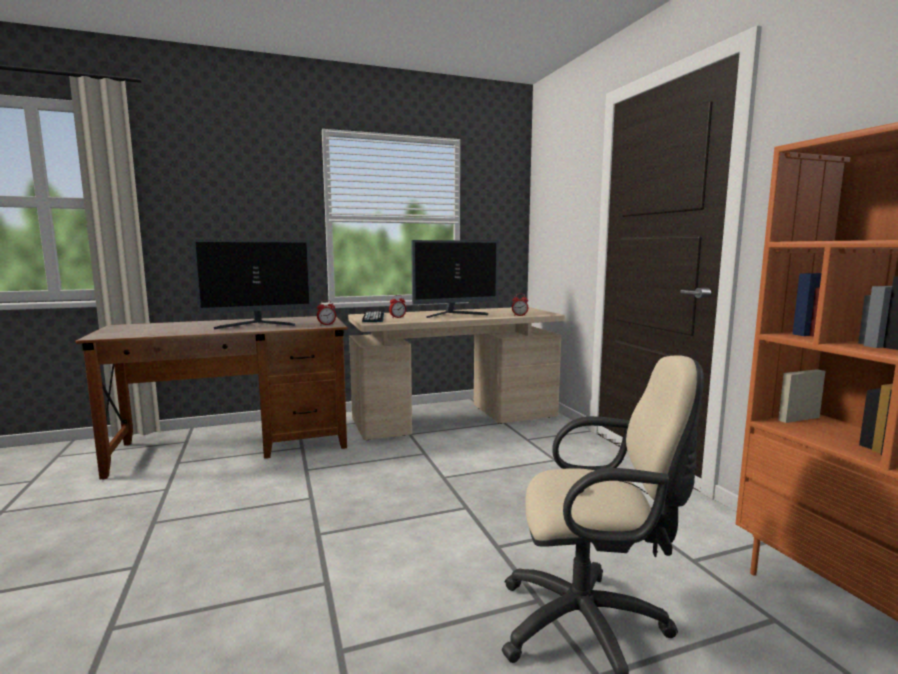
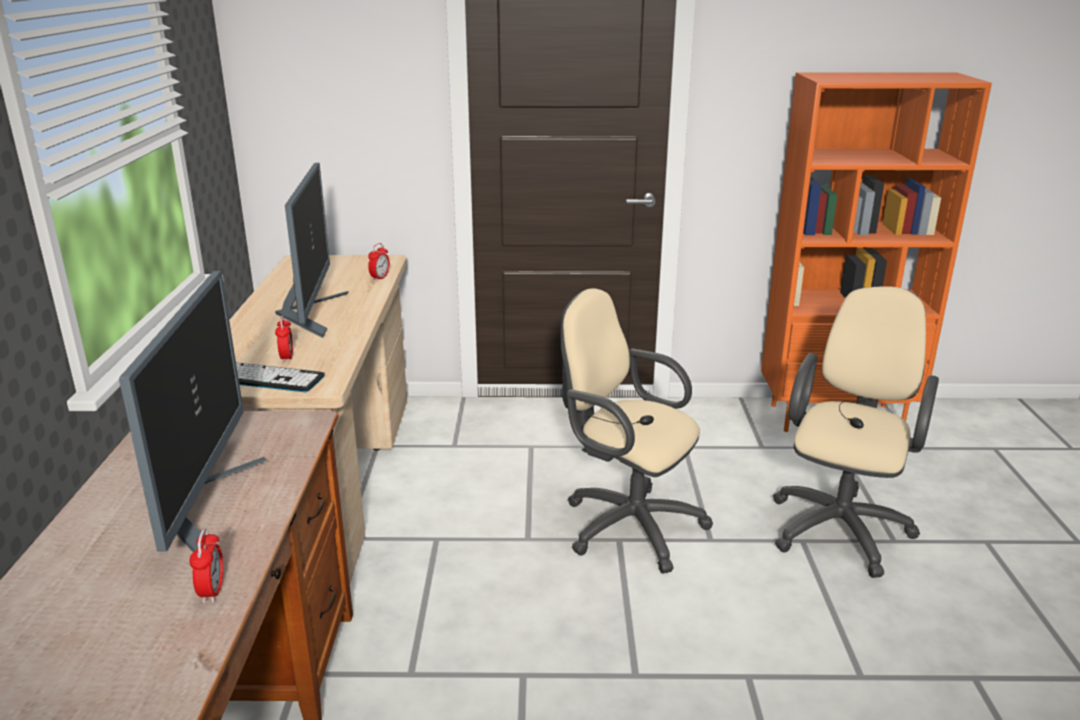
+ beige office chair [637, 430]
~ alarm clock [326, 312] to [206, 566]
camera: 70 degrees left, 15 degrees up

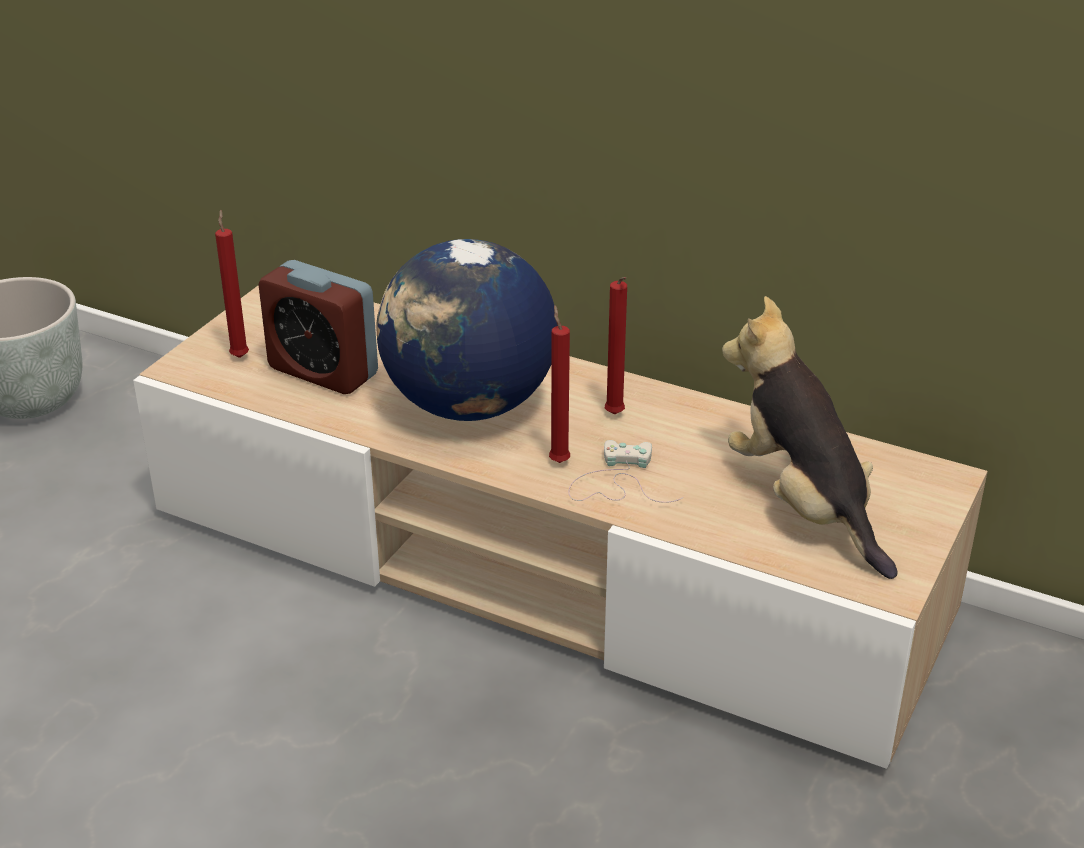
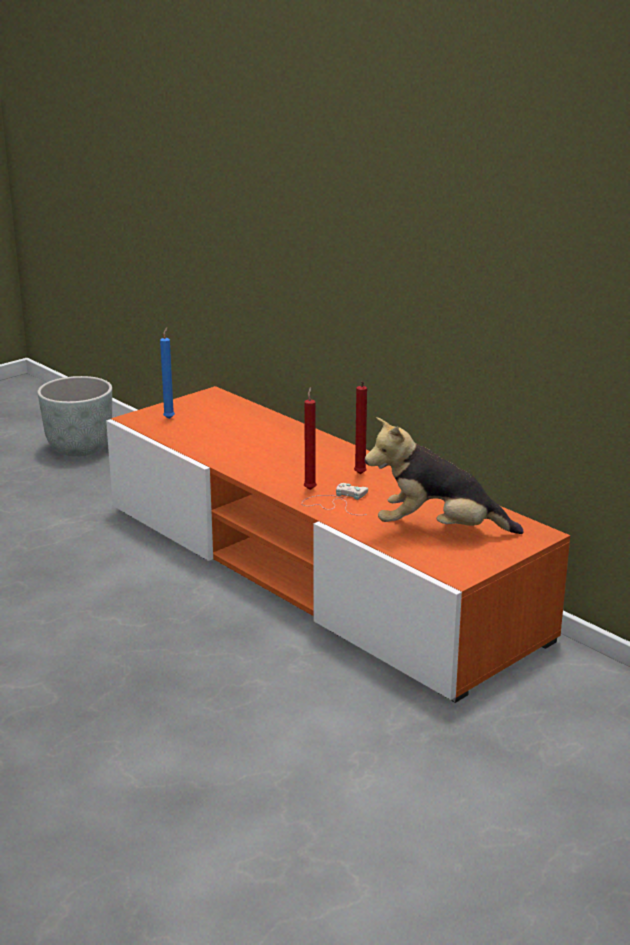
- alarm clock [318, 327]
- globe [467, 330]
~ beige tv stand [560, 527] to orange tv stand [338, 544]
~ red candle [232, 284] to blue candle [167, 373]
~ plush toy [809, 437] = [444, 475] 75 degrees counterclockwise
camera: 20 degrees right, 10 degrees down

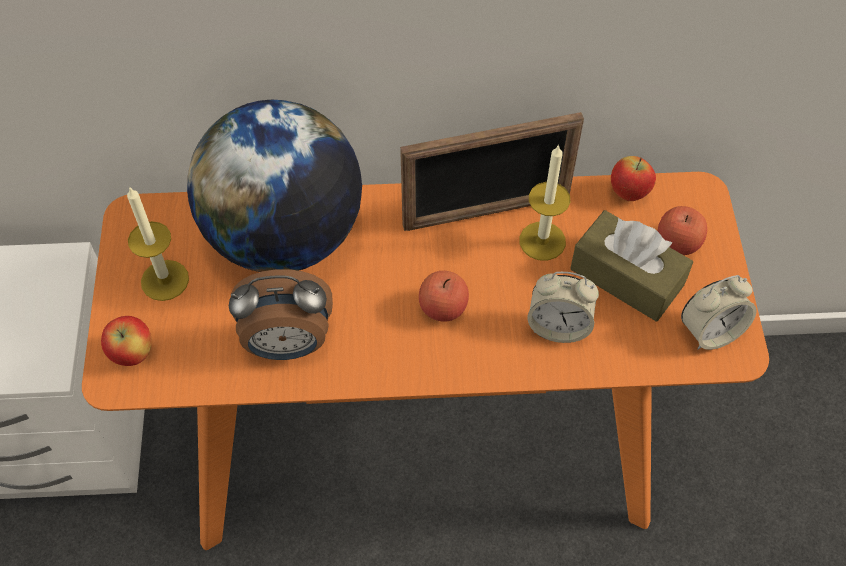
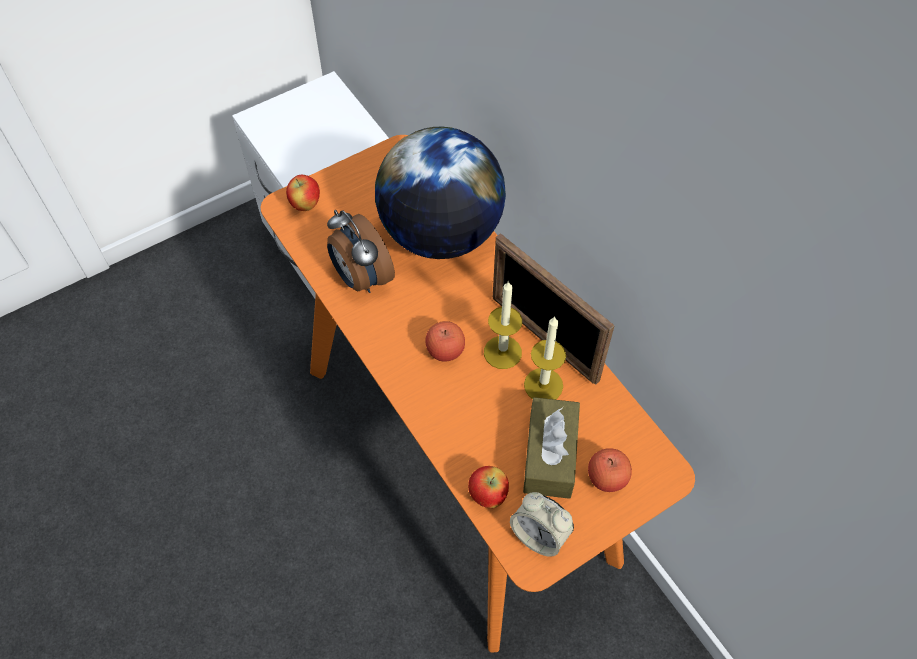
- alarm clock [563, 307]
~ candle [158, 243] to [503, 324]
~ apple [633, 178] to [488, 487]
camera: 60 degrees right, 0 degrees up

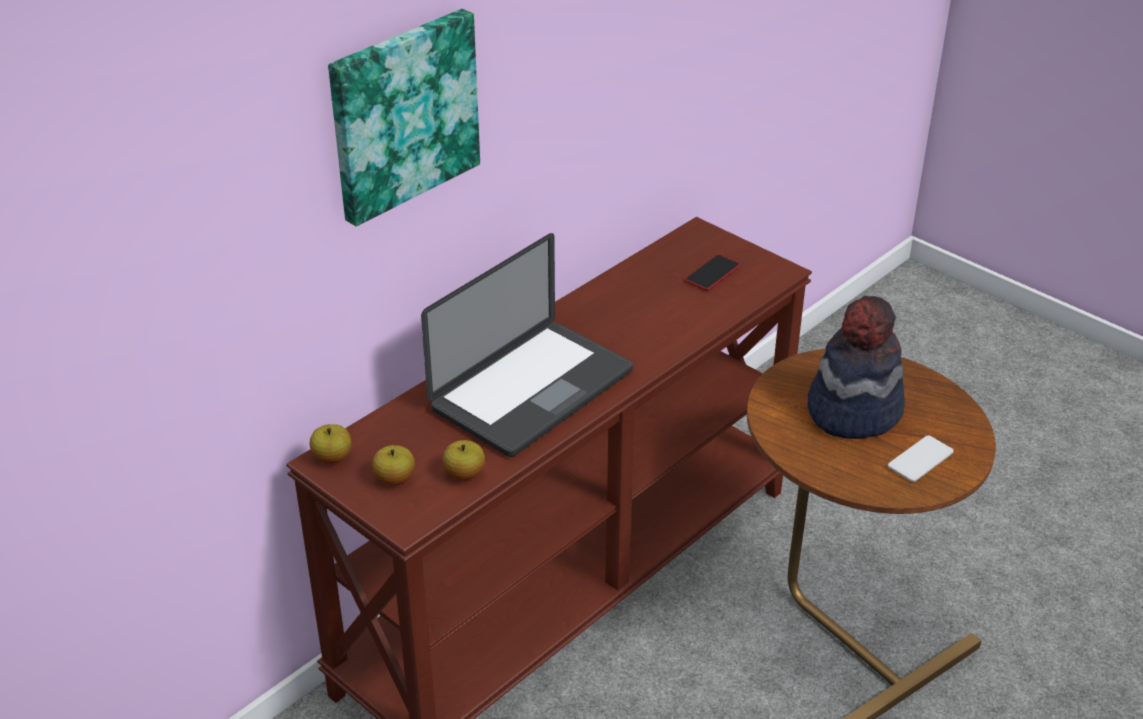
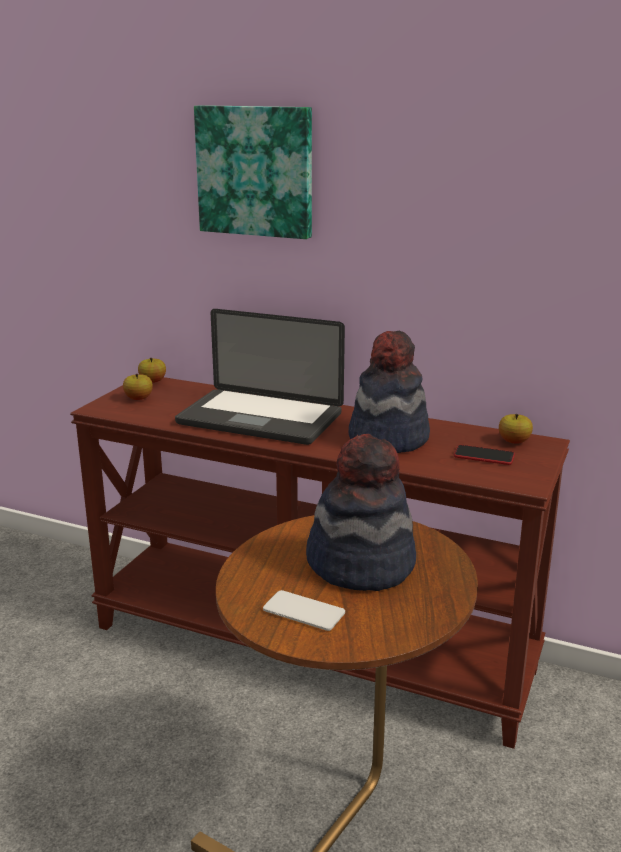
+ hat [389, 392]
~ apple [464, 460] to [516, 429]
camera: 70 degrees right, 15 degrees down

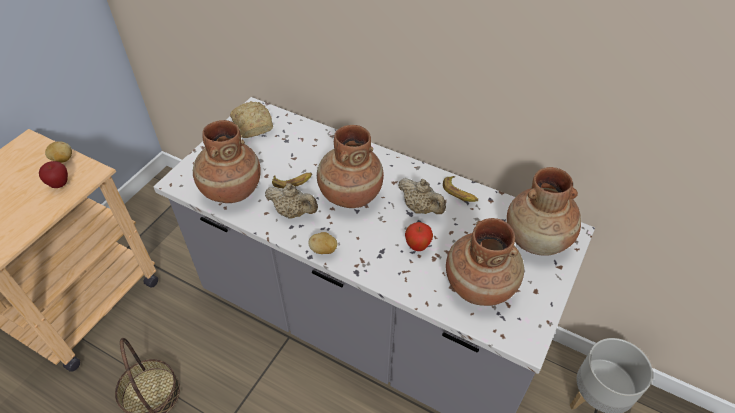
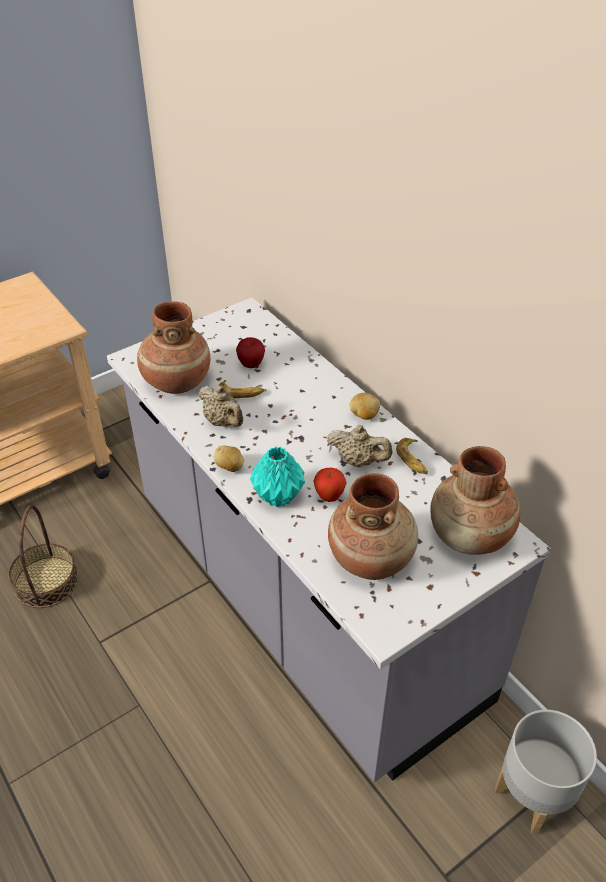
- bread [251, 119]
- brown vase [350, 166]
+ turquoise vase [277, 476]
~ apple [53, 174] to [250, 352]
~ potato [58, 152] to [365, 406]
~ beige teapot [422, 196] = [360, 446] 45 degrees counterclockwise
camera: 25 degrees right, 5 degrees down

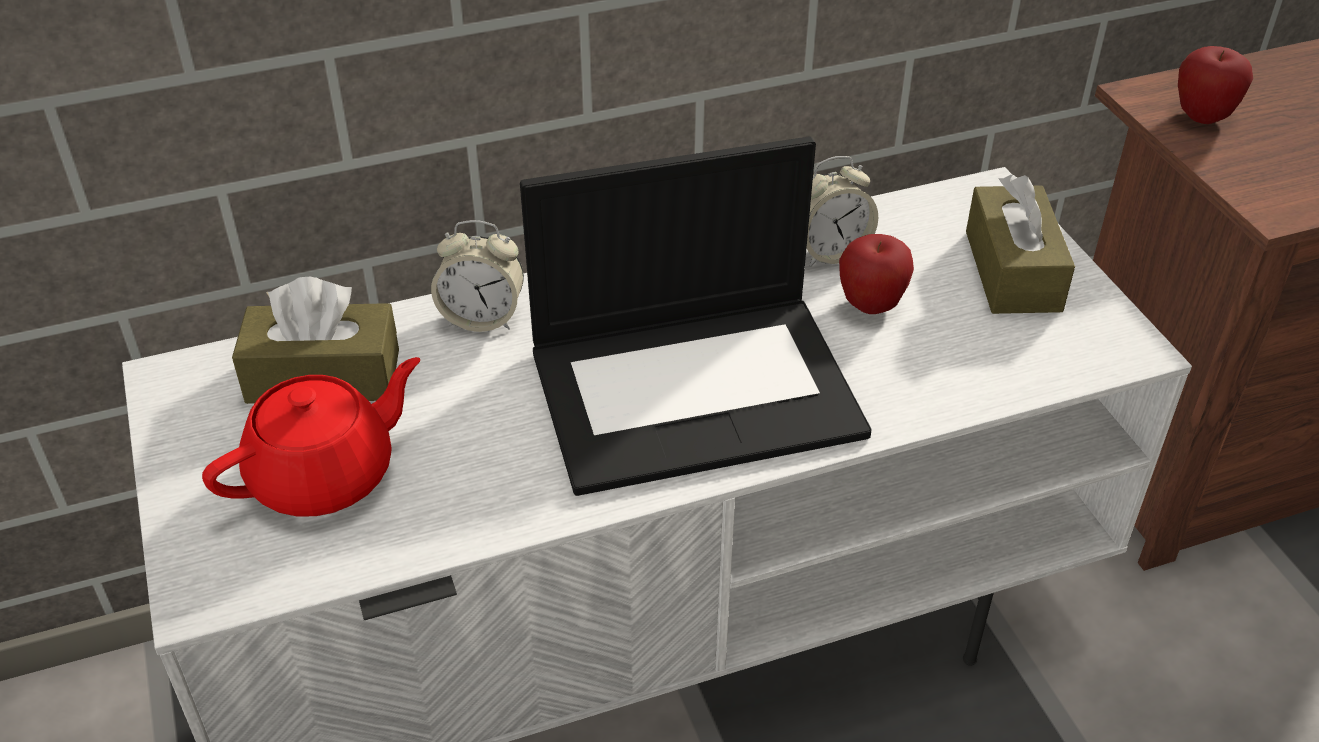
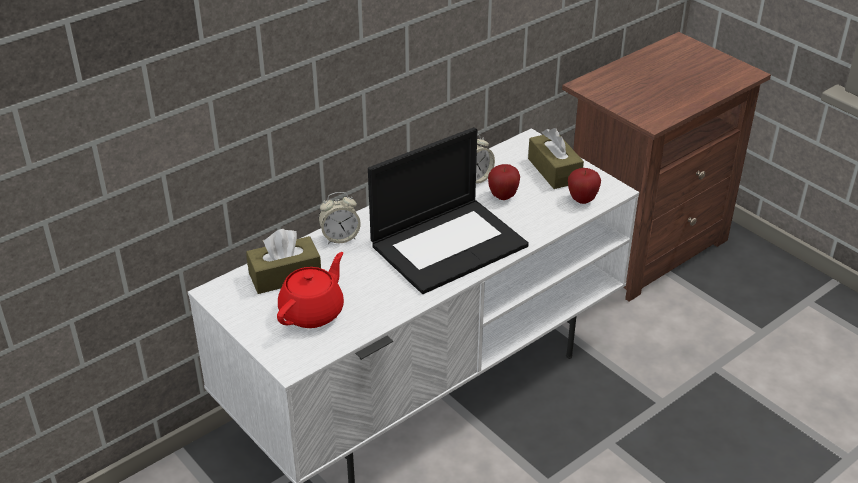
~ apple [1215, 85] to [584, 186]
camera: 20 degrees left, 5 degrees down

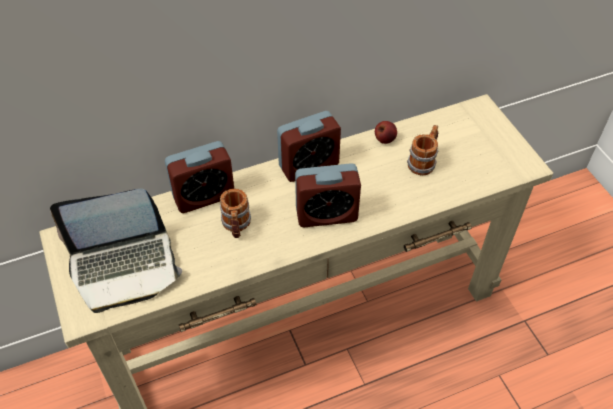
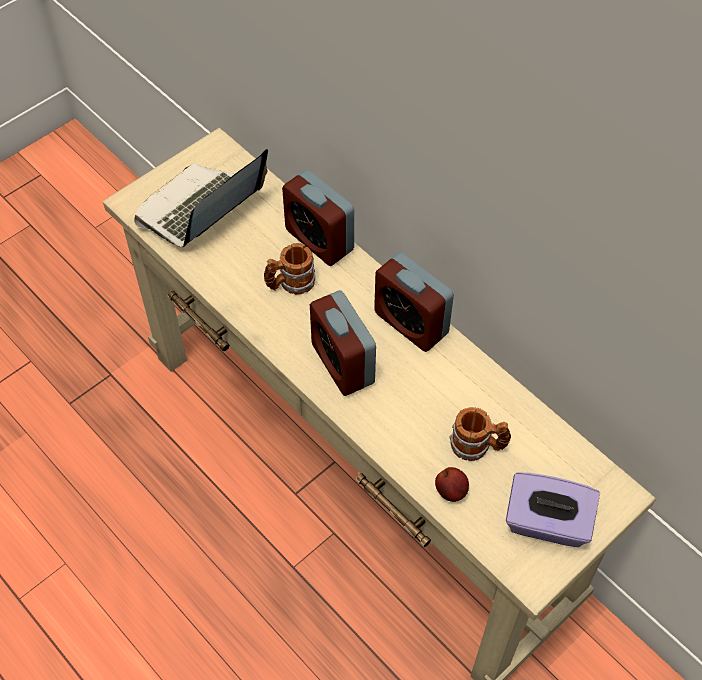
+ purple tissue box [553, 509]
~ apple [386, 132] to [452, 484]
~ laptop [116, 251] = [201, 198] 75 degrees clockwise
camera: 70 degrees right, 5 degrees up

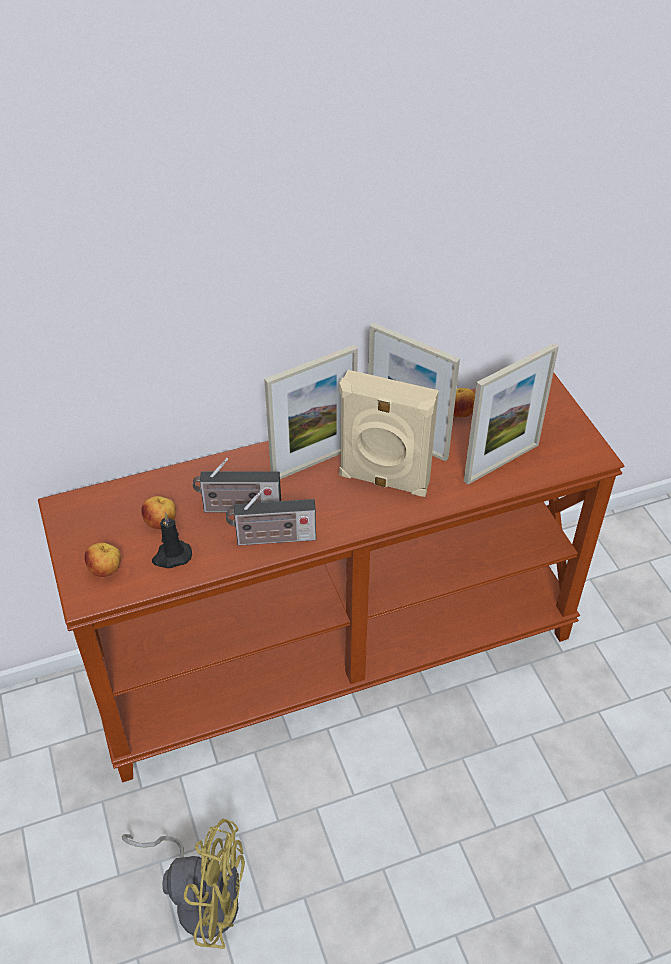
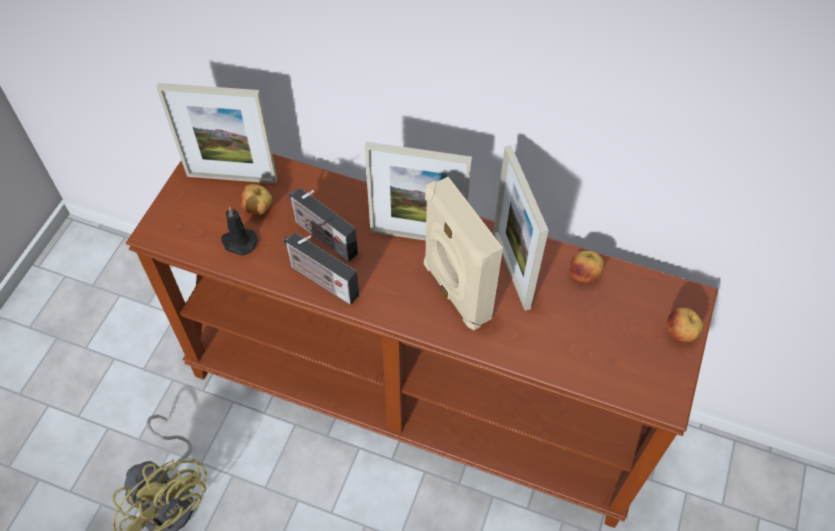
~ apple [102, 559] to [685, 325]
~ picture frame [511, 414] to [216, 133]
camera: 40 degrees right, 10 degrees up

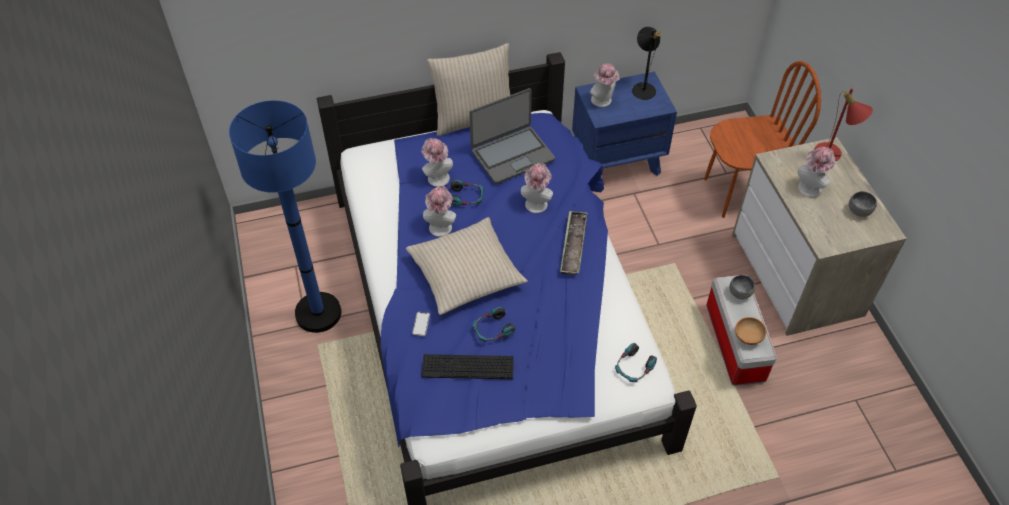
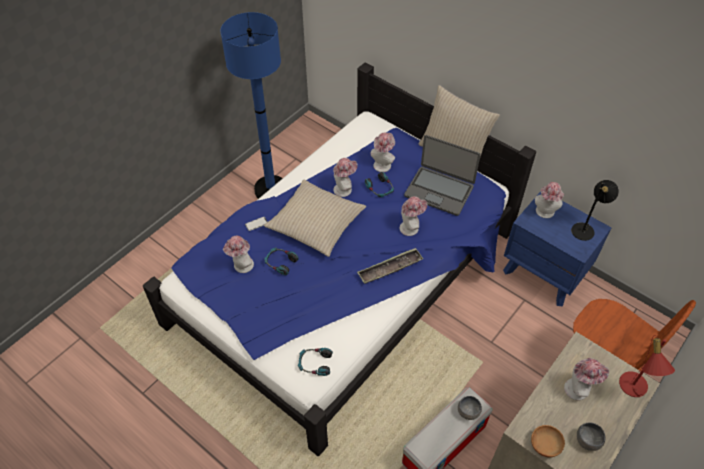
~ brown bowl [750, 331] to [548, 441]
~ keyboard [468, 366] to hat [238, 254]
camera: 55 degrees right, 0 degrees up

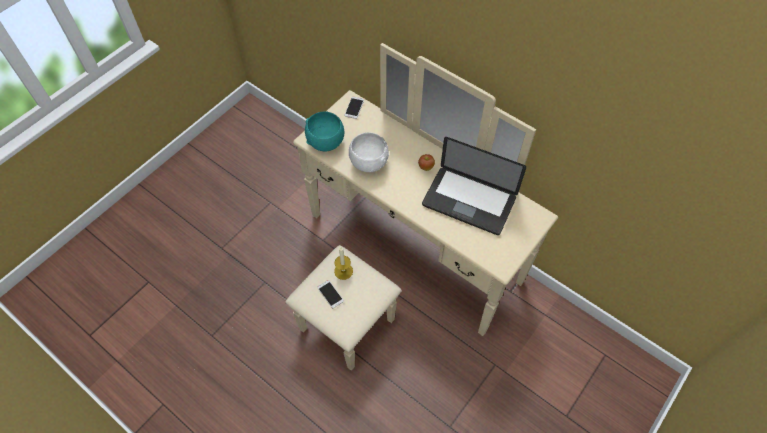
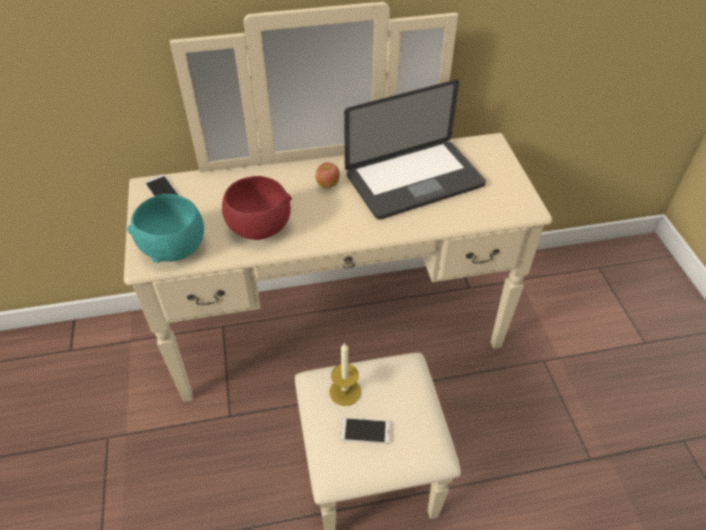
~ white bowl [369, 152] to red bowl [257, 208]
camera: 50 degrees left, 10 degrees down

